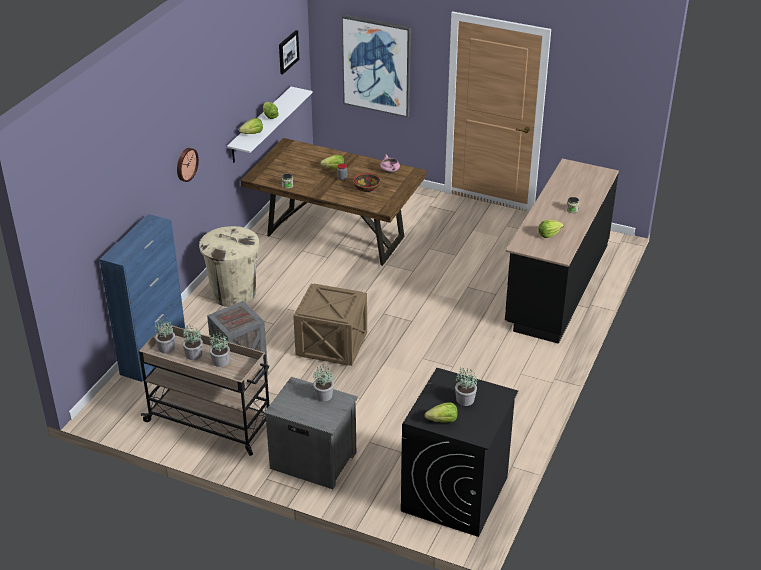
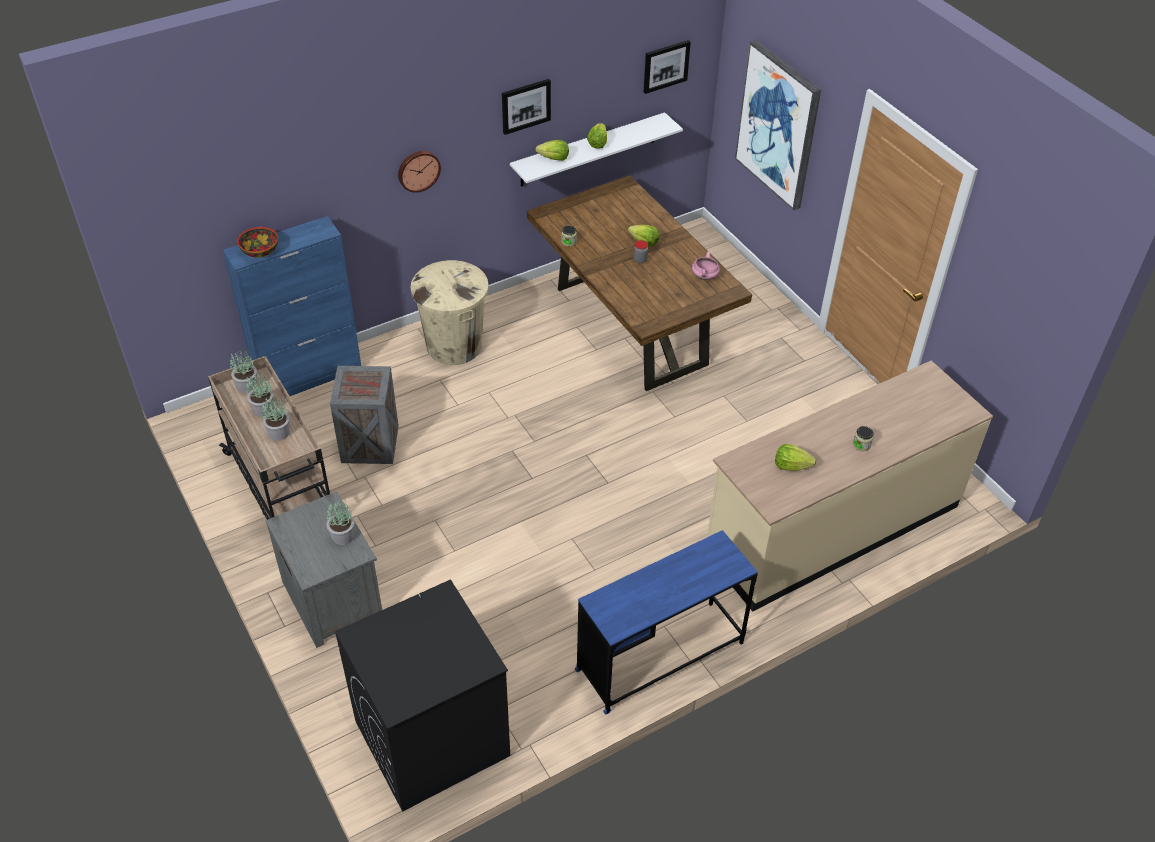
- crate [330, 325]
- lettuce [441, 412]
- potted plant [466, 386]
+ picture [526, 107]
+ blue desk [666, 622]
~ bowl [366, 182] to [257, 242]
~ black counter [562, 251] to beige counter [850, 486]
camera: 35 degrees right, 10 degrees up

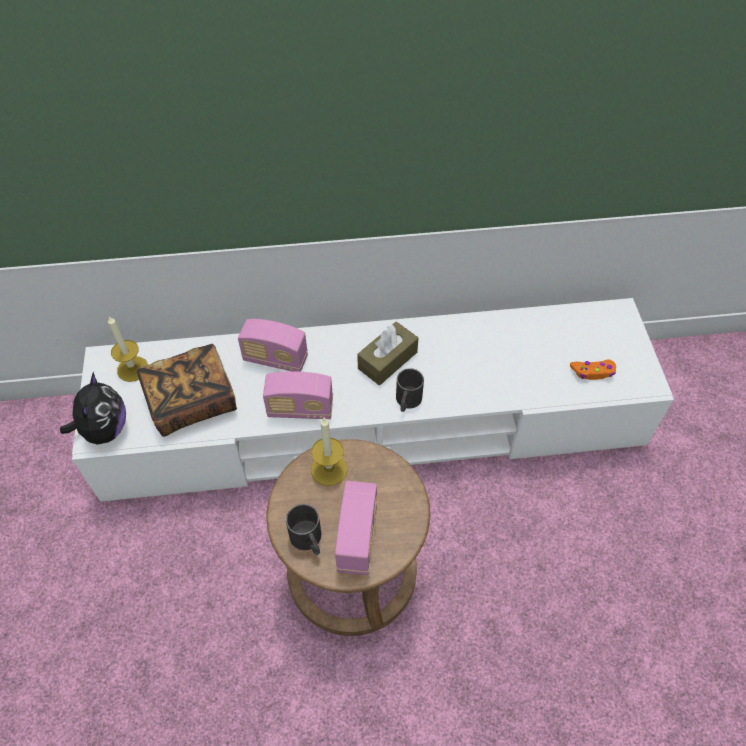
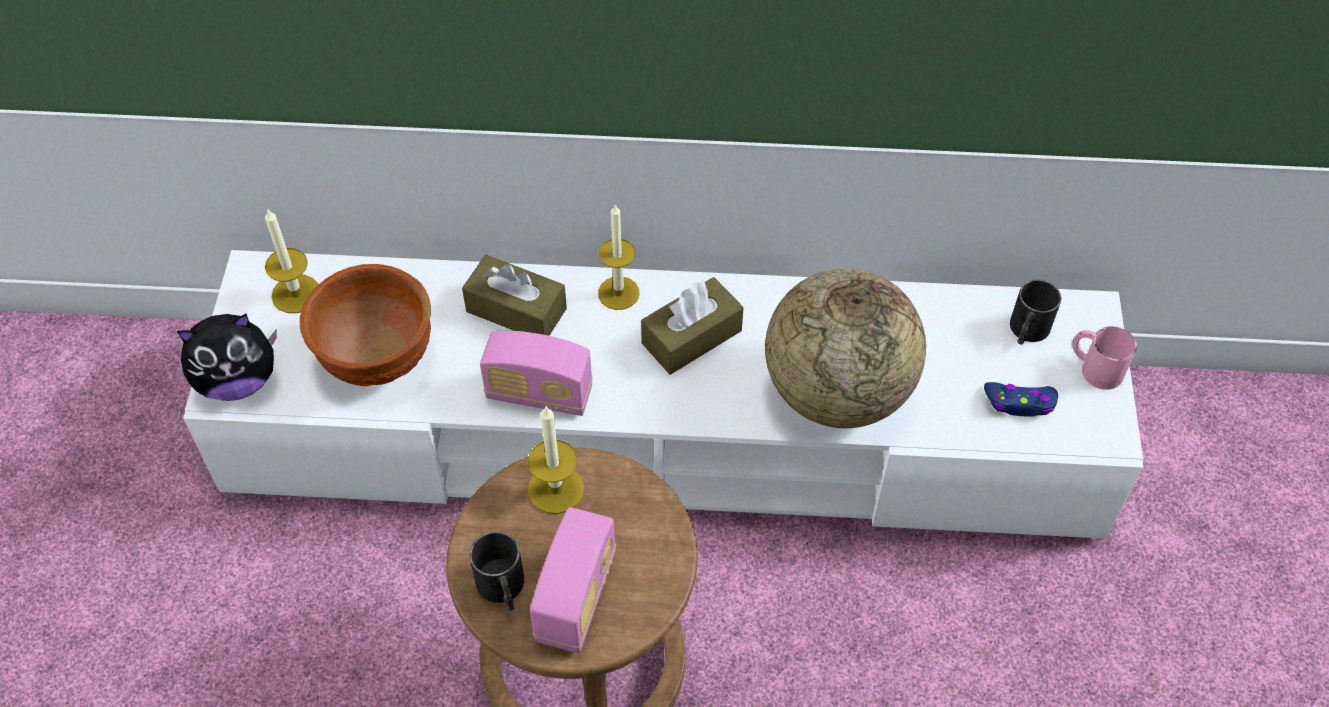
+ candle [619, 257]
+ globe [845, 348]
+ pink mug [1104, 358]
~ black mug [410, 390] to [1035, 312]
~ book [186, 390] to brown bowl [365, 325]
~ radio [273, 345] to brown tissue box [514, 295]
~ orange game controller [593, 369] to blue game controller [1021, 399]
~ plush toy [93, 408] = [227, 357] 60 degrees clockwise
camera: 10 degrees right, 0 degrees up

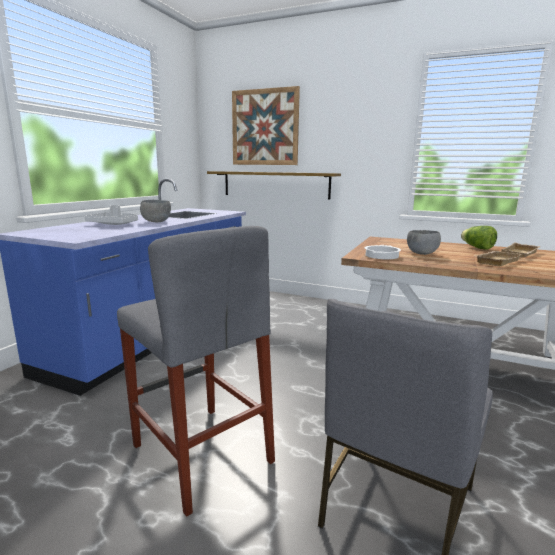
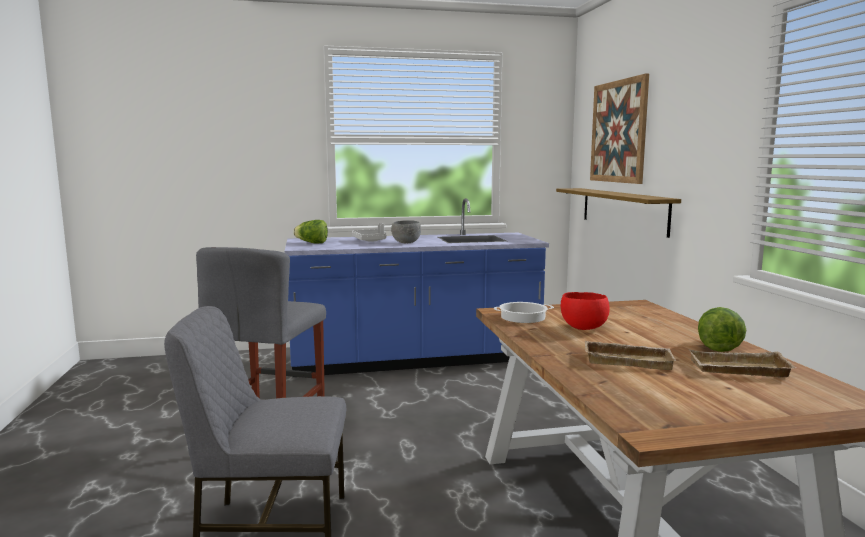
+ lettuce [310, 232]
~ grey bowl [424, 242] to red bowl [585, 311]
camera: 55 degrees right, 5 degrees down

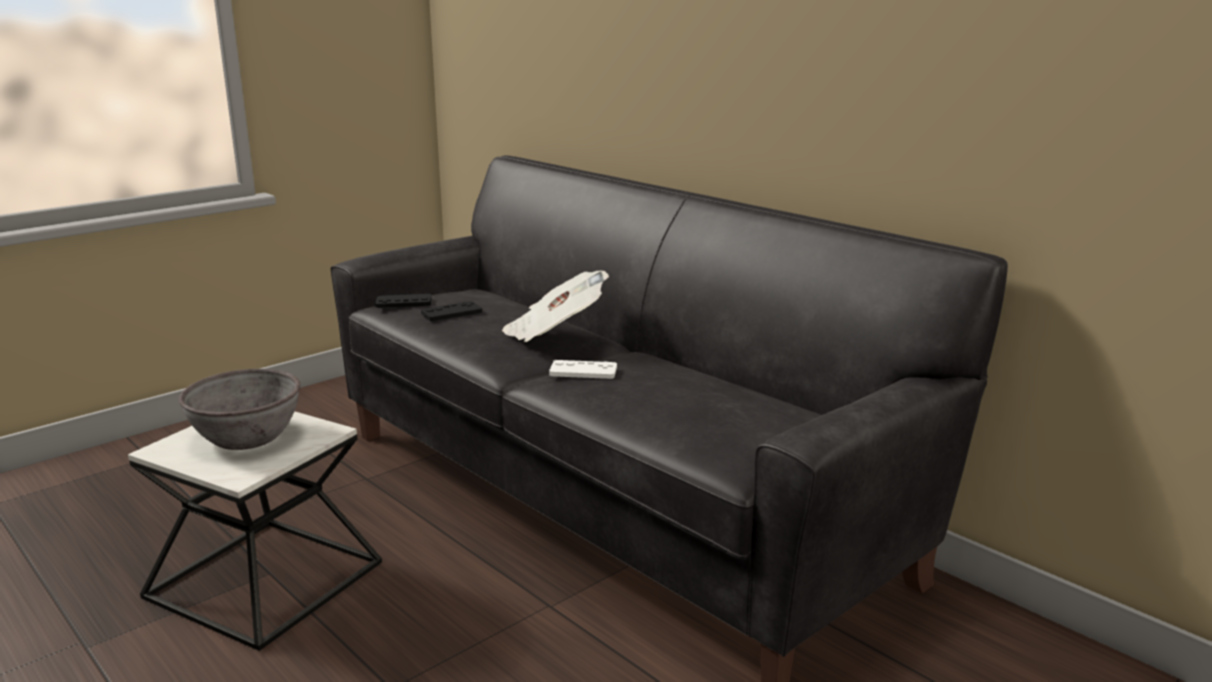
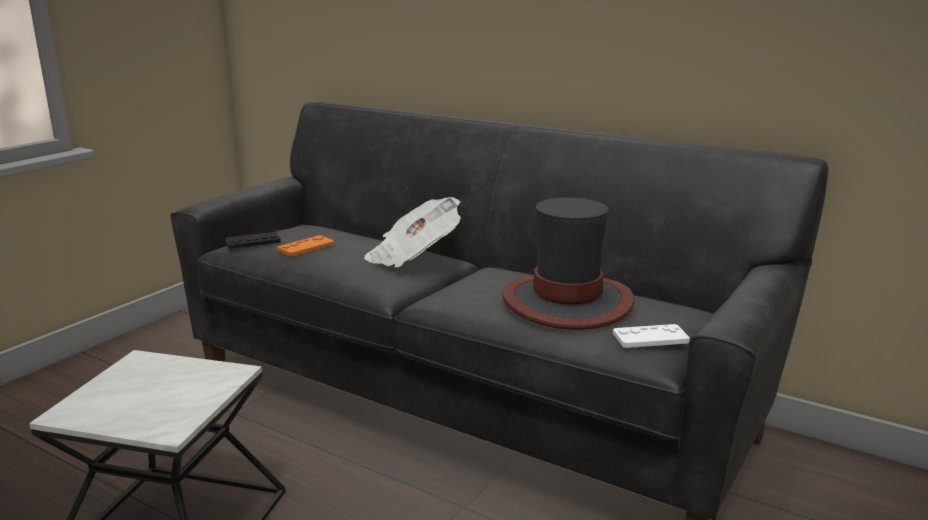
- grey bowl [239, 409]
+ hat [568, 264]
~ white game controller [583, 369] to [651, 336]
~ black game controller [451, 311] to orange game controller [305, 246]
camera: 15 degrees left, 0 degrees up

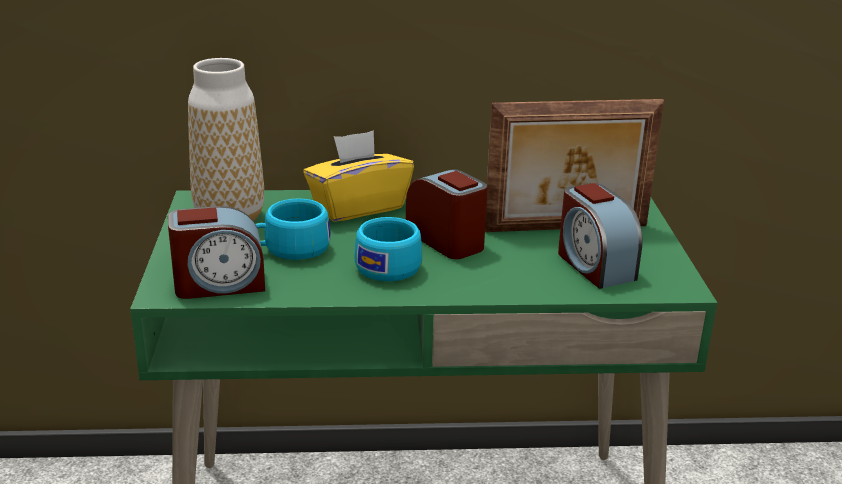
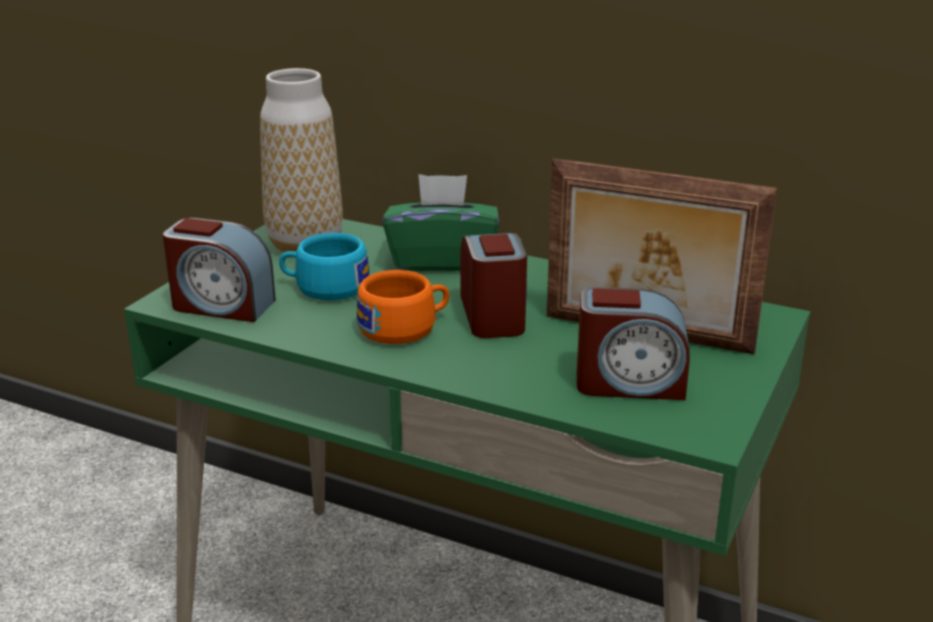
~ yellow tissue box [358, 176] to green tissue box [441, 222]
~ turquoise cup [388, 249] to orange cup [403, 307]
~ alarm clock [600, 236] = [633, 343] 90 degrees counterclockwise
camera: 30 degrees right, 0 degrees up

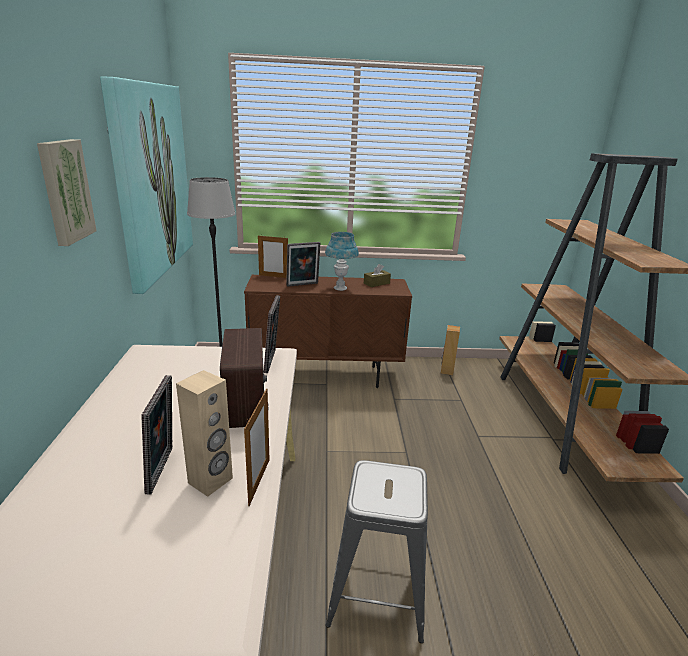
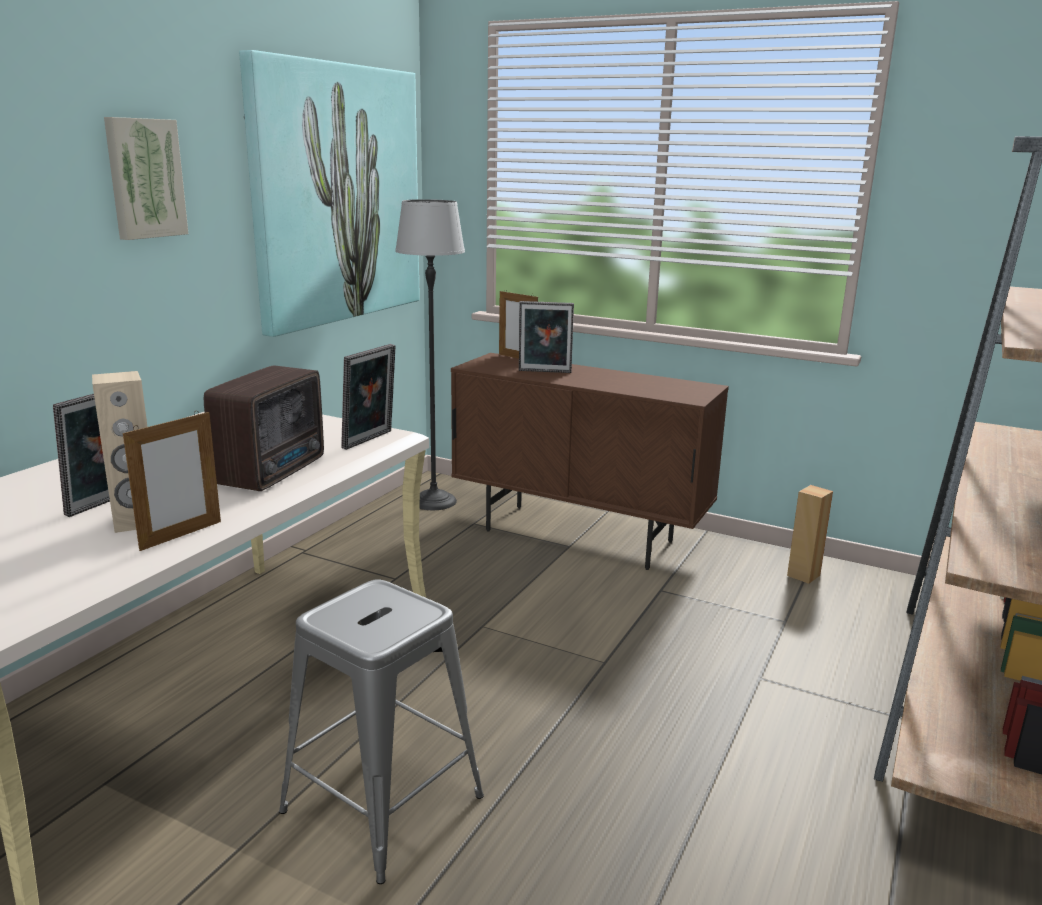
- blue table lamp [342, 261]
- brown tissue box [377, 275]
camera: 30 degrees right, 5 degrees down

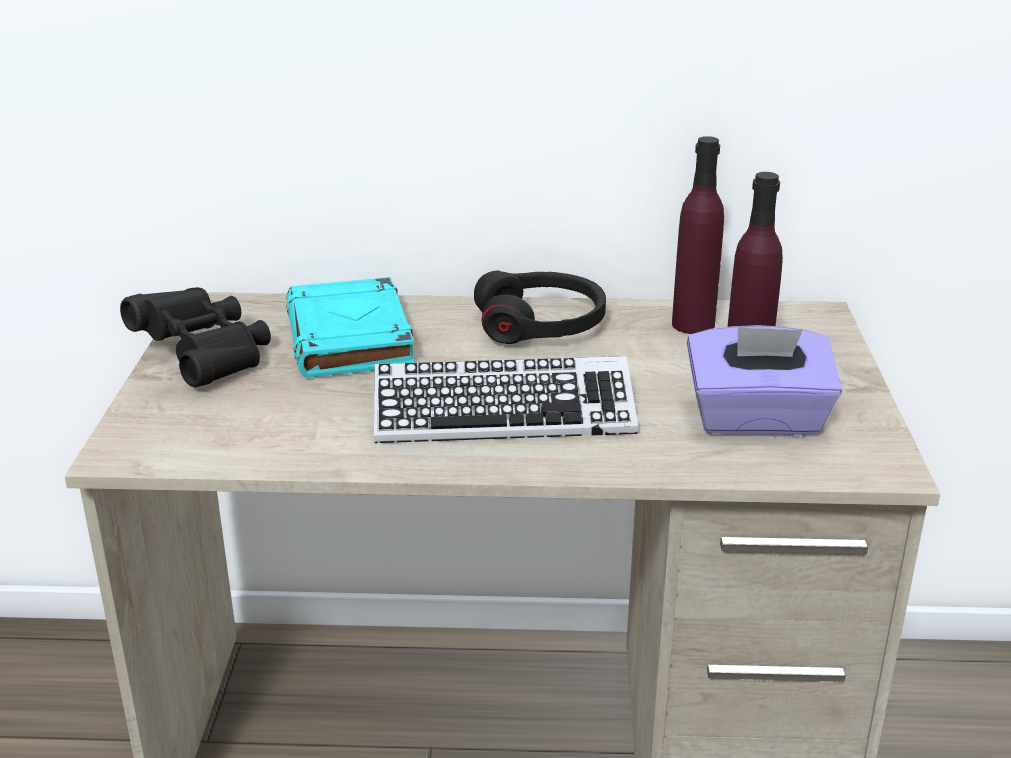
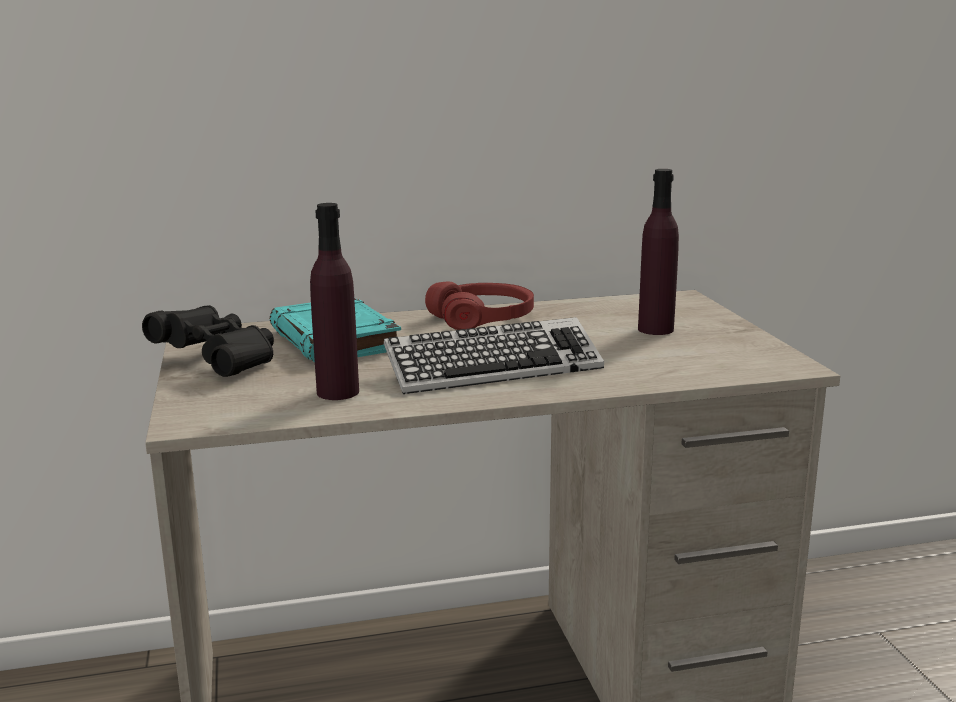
- purple tissue box [764, 380]
~ purple bottle [698, 235] to [334, 301]
~ black headphones [540, 307] to red headphones [479, 305]
camera: 15 degrees left, 10 degrees down

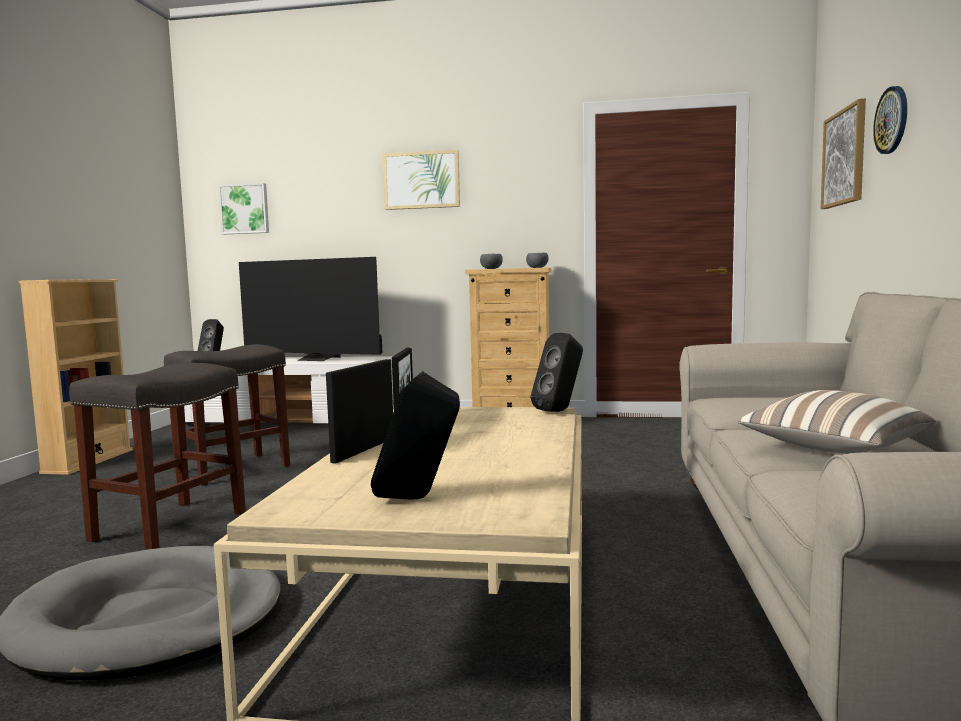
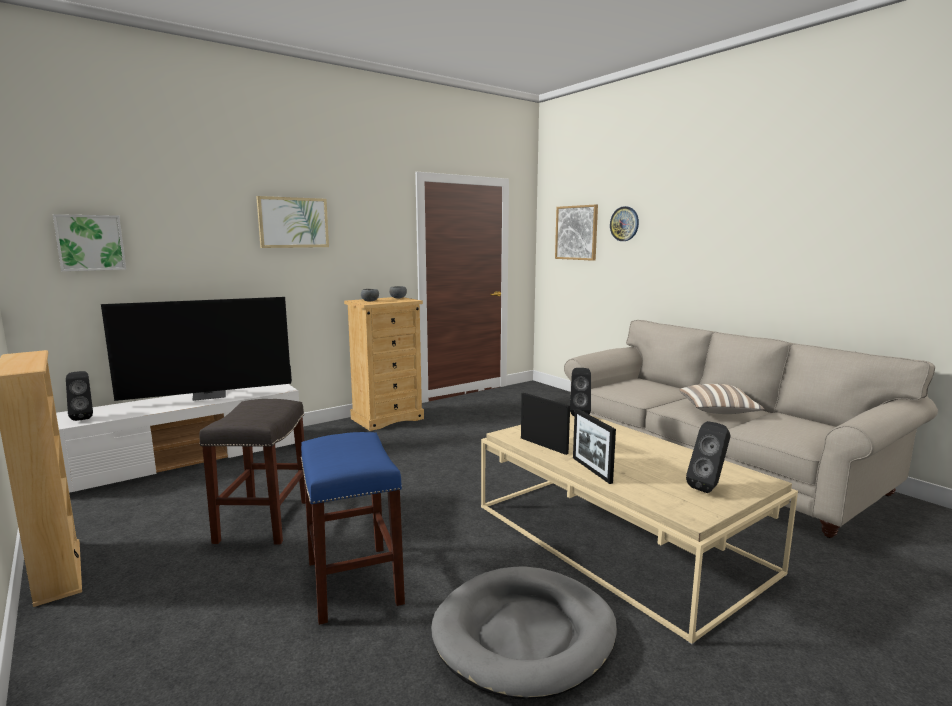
~ grey stool [157, 456] to blue stool [353, 528]
camera: 45 degrees left, 5 degrees up

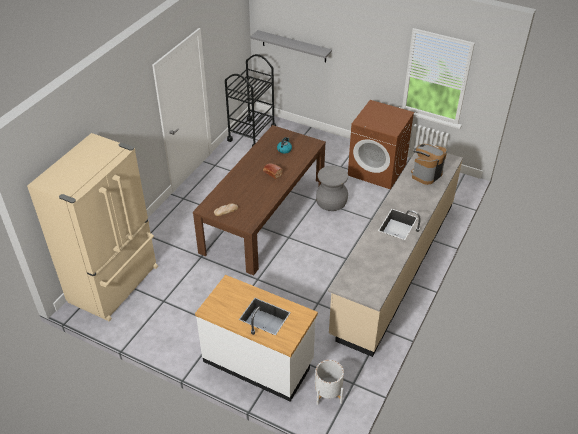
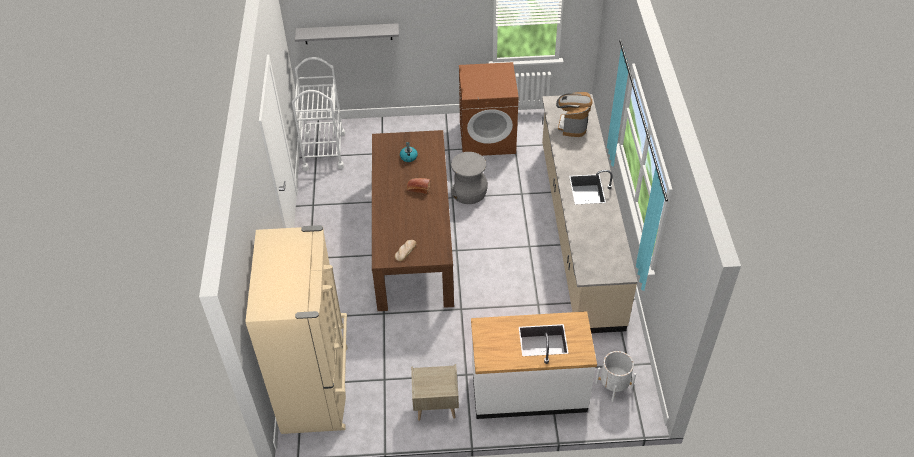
+ beige nightstand [435, 392]
~ black cart [250, 100] to white cart [318, 114]
camera: 30 degrees left, 5 degrees up

